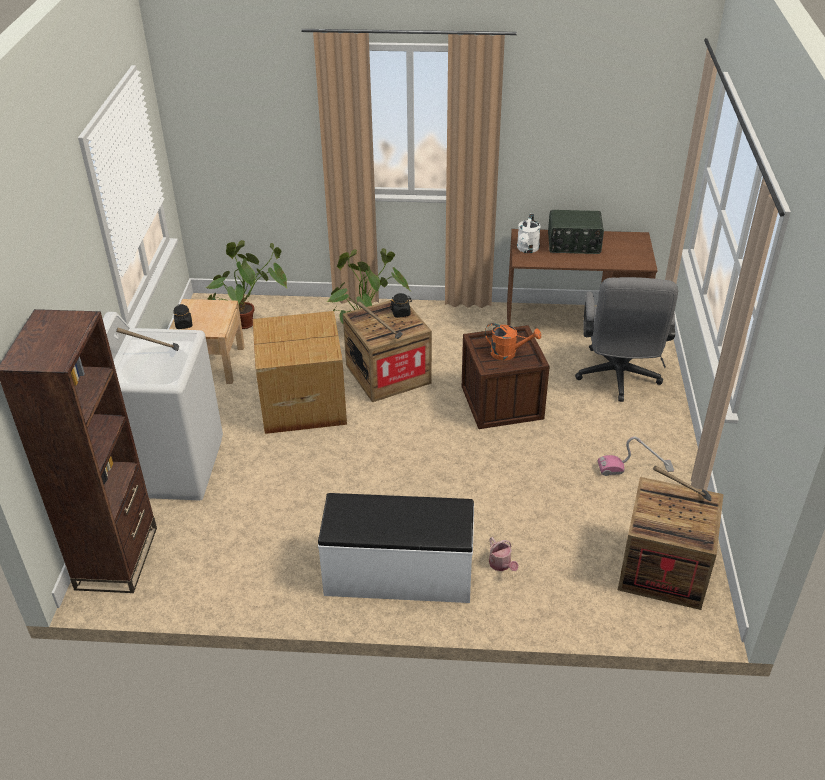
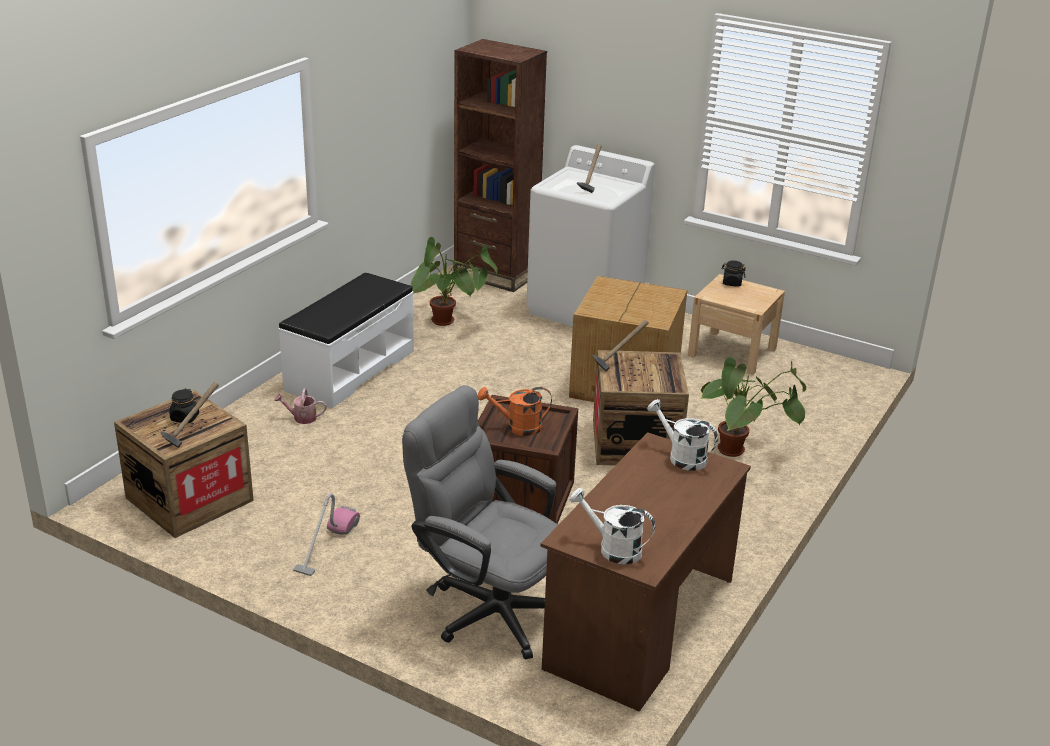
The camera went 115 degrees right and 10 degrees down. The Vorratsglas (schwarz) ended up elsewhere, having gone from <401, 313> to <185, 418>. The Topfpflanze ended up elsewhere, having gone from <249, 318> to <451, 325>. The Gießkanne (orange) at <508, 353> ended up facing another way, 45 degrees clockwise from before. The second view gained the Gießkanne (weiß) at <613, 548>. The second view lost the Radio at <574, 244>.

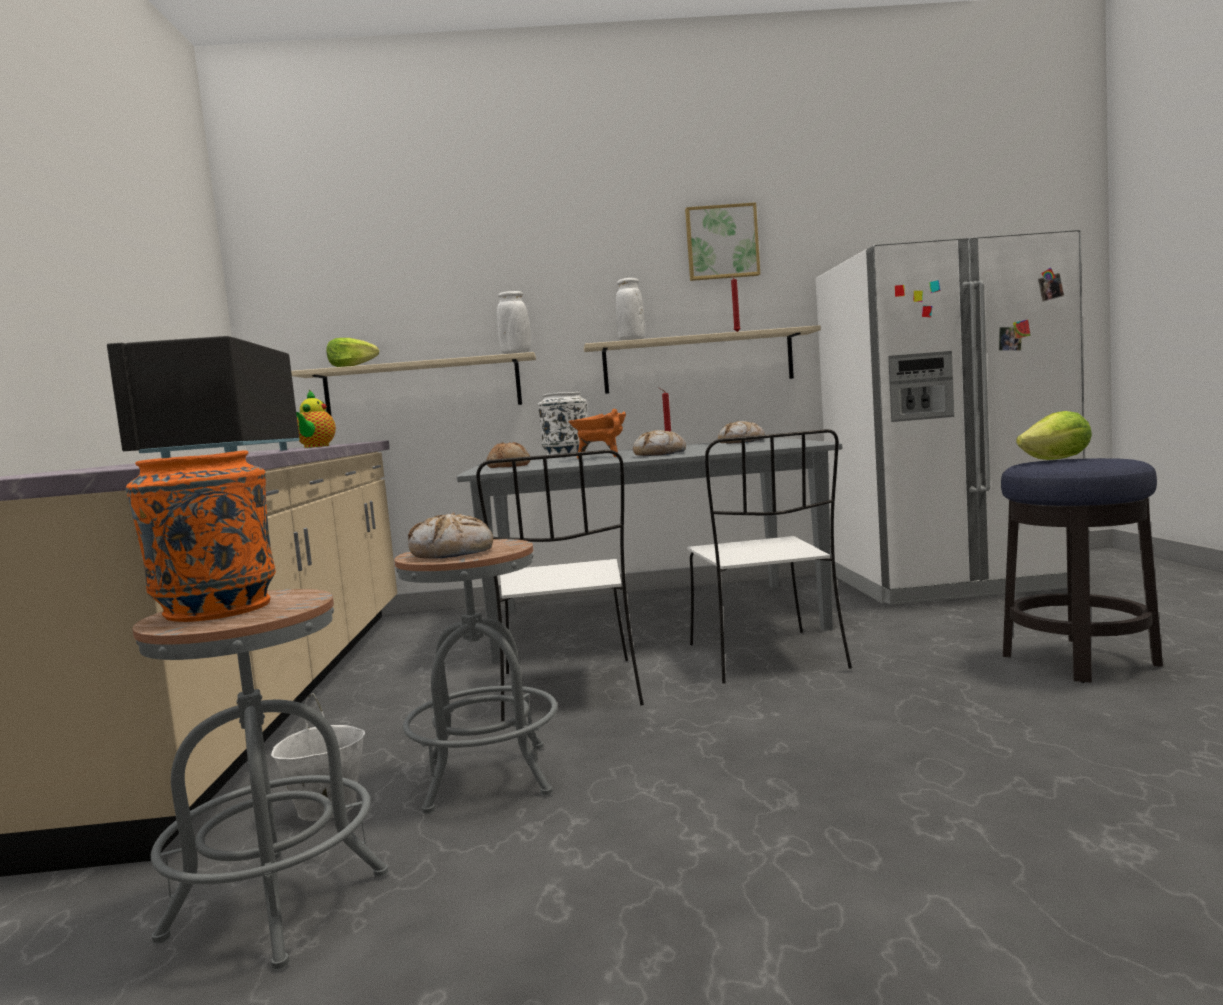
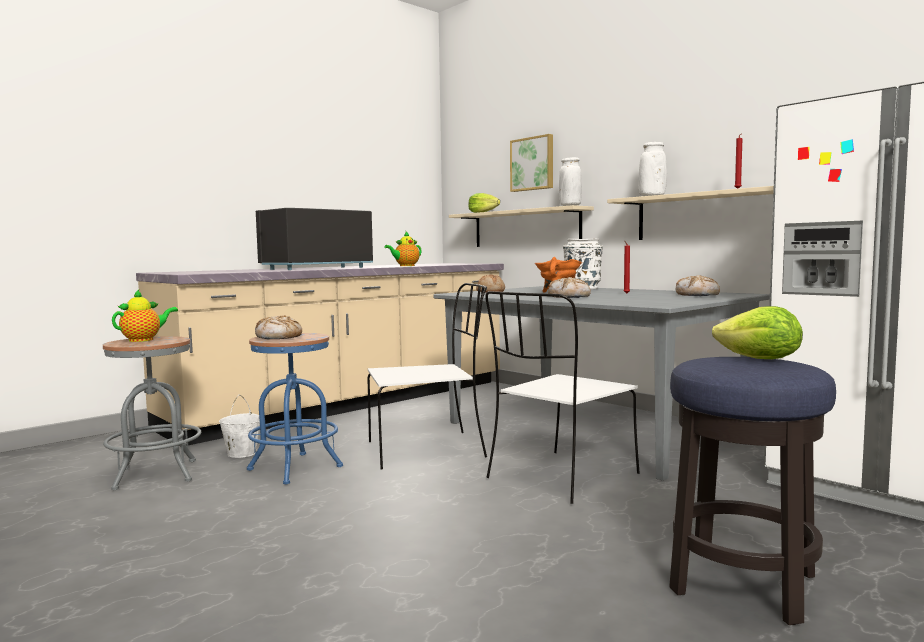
The camera went 50 degrees right and 0 degrees up. Where the Vase (orange) stood at <215, 610>, the Teekanne came to stand at <144, 340>. What was the Hocker (grau) at <487, 778> turned into the Hocker (blau) at <295, 468>. The Stuhl (weiß) at <570, 691> ended up facing another way, 150 degrees counterclockwise from before. The Bild ended up elsewhere, having gone from <722, 242> to <533, 164>.

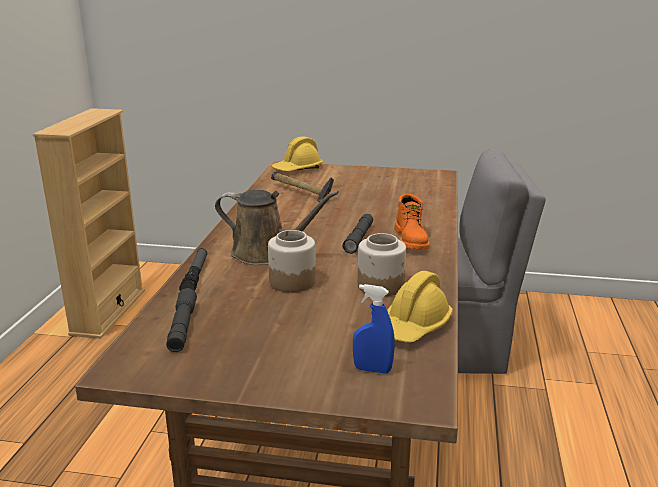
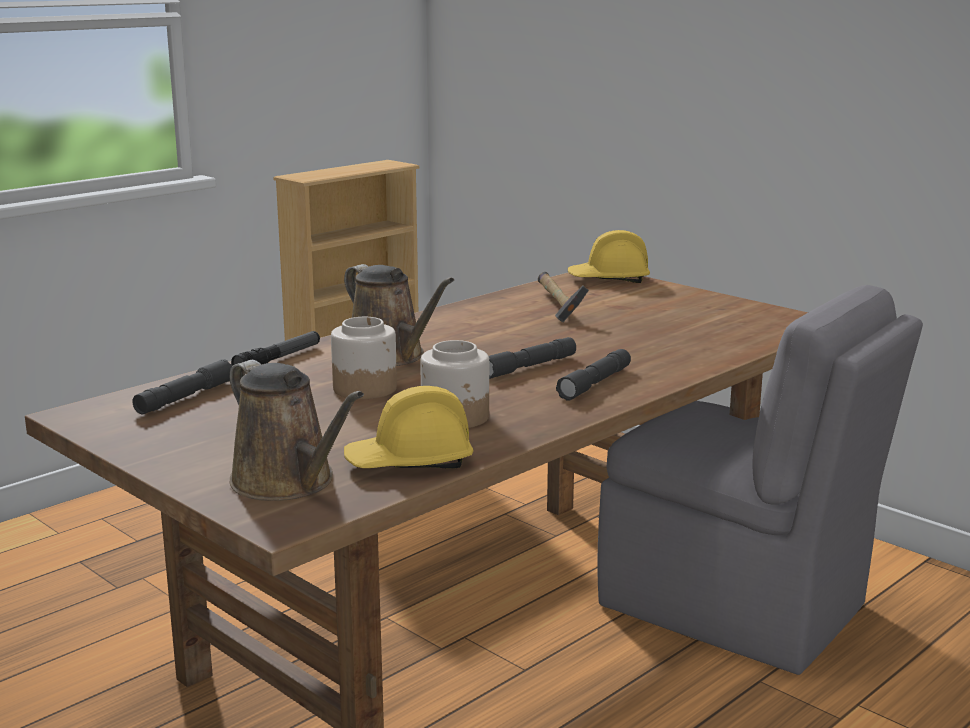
The camera went 35 degrees right and 5 degrees down. Where the Sprühflasche (blau) stood at <372, 369>, the Gießkanne (braun) came to stand at <288, 483>. Where the Stiefel (orange) stood at <411, 240>, the Taschenlampe (grau) came to stand at <595, 383>.

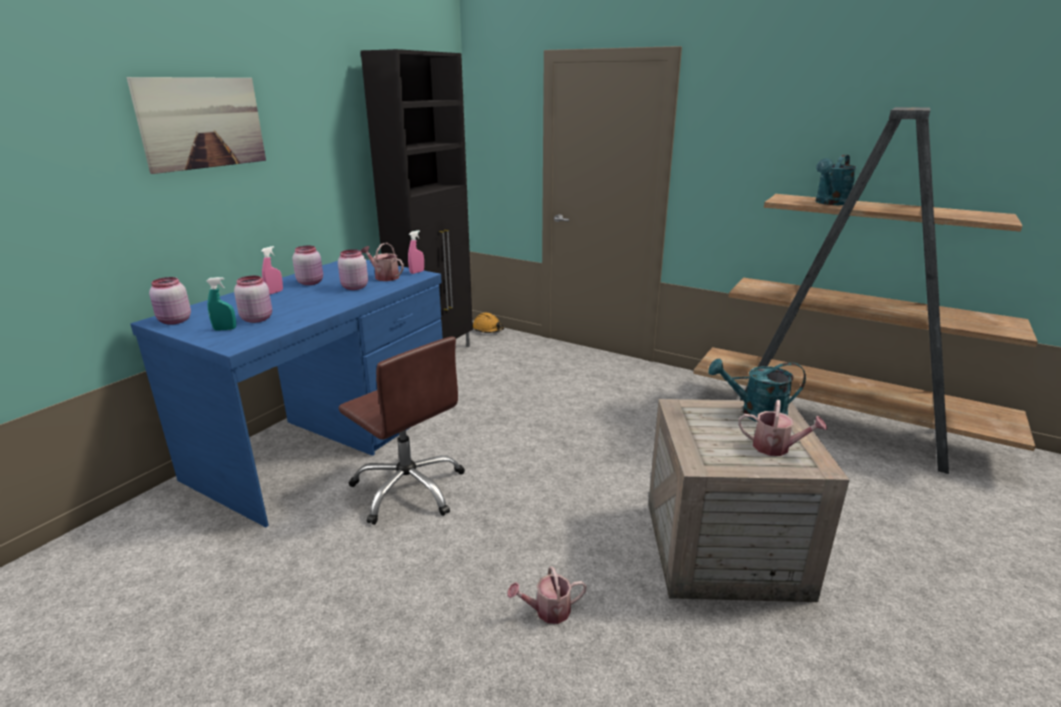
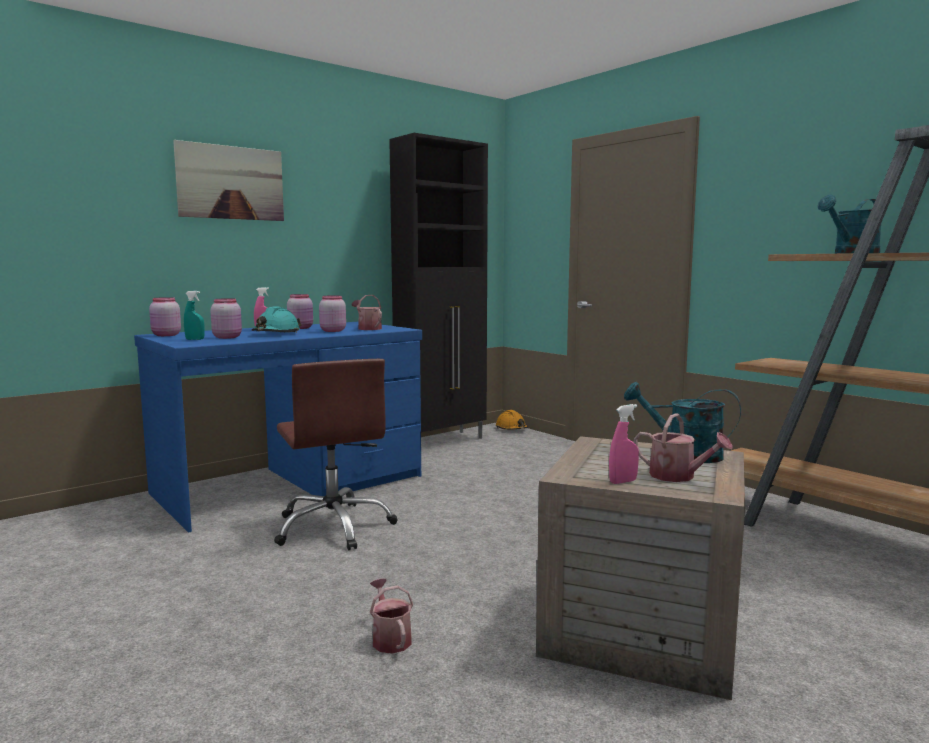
The camera went 20 degrees right and 15 degrees down. The second view gained the Schutzhelm (türkis) at <276, 334>. The Gießkanne at <547, 611> ended up facing another way, 60 degrees clockwise from before. The Sprühflasche (rosa) ended up elsewhere, having gone from <417, 272> to <623, 481>.

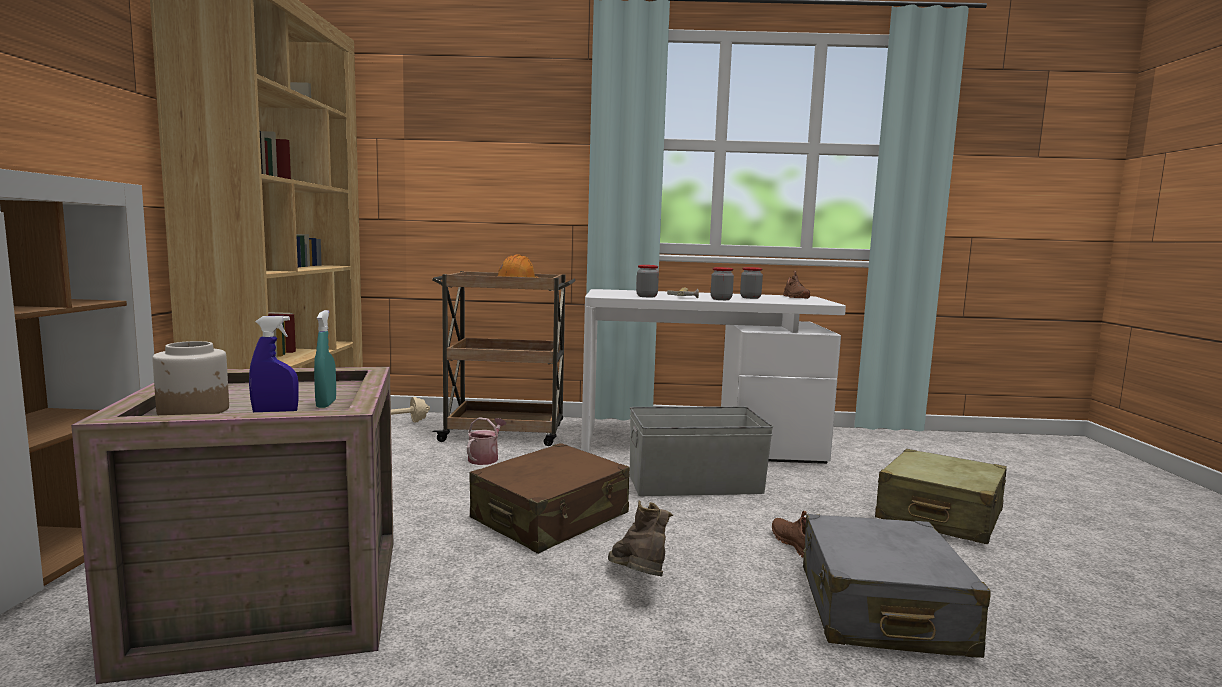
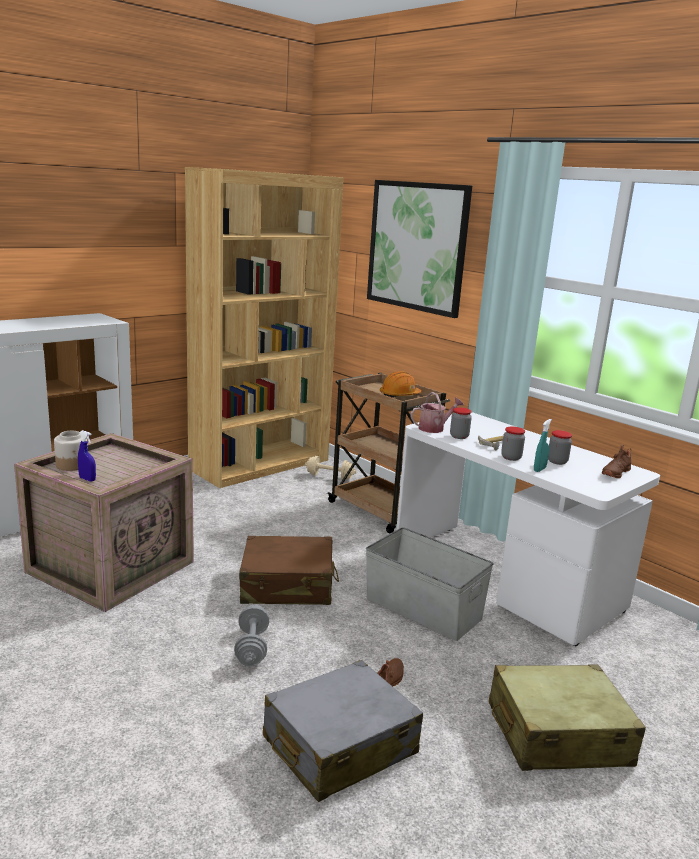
The camera went 45 degrees right and 10 degrees up. Where the Stiefel (braun) stood at <638, 583>, the Hantel (grau) came to stand at <252, 647>. The second view gained the Bild at <417, 246>. The Gießkanne ended up elsewhere, having gone from <485, 458> to <434, 428>. The Sprühflasche (türkis) ended up elsewhere, having gone from <326, 404> to <539, 469>.

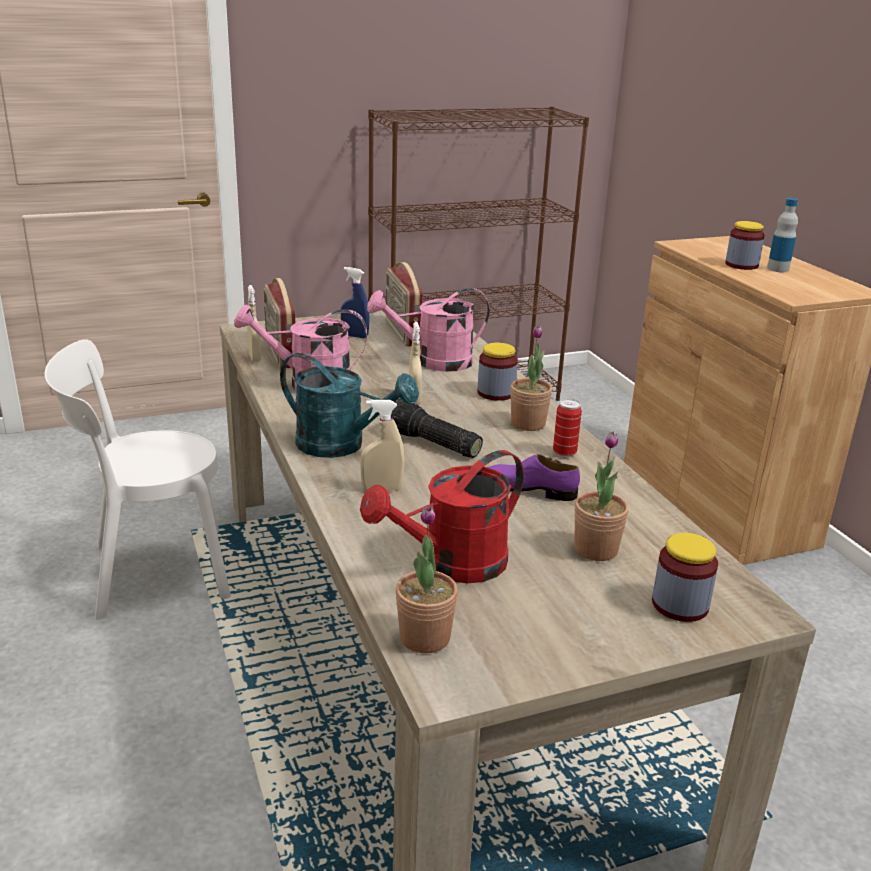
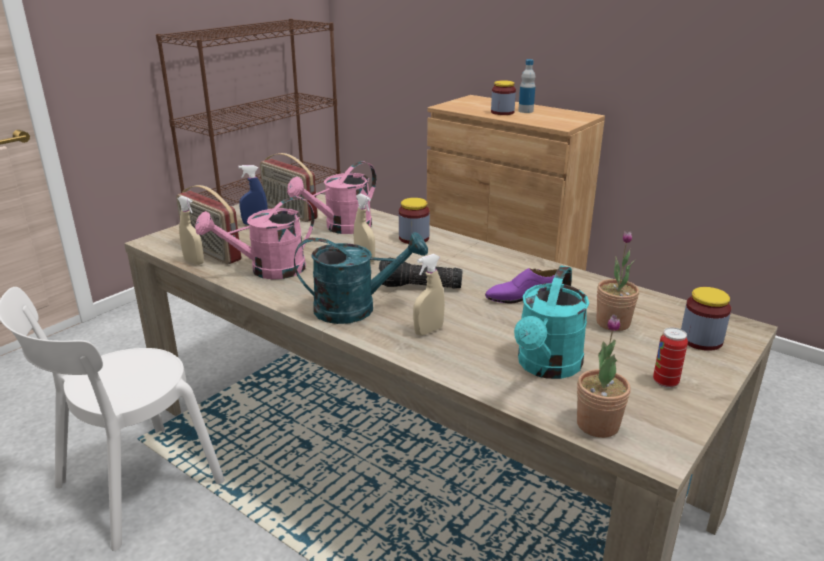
The camera went 30 degrees left and 0 degrees up. What was the Gießkanne (rot) at <452, 565> turned into the Gießkanne (türkis) at <546, 367>. The Dose ended up elsewhere, having gone from <564, 453> to <665, 382>. The second view lost the Topfpflanze at <528, 424>.

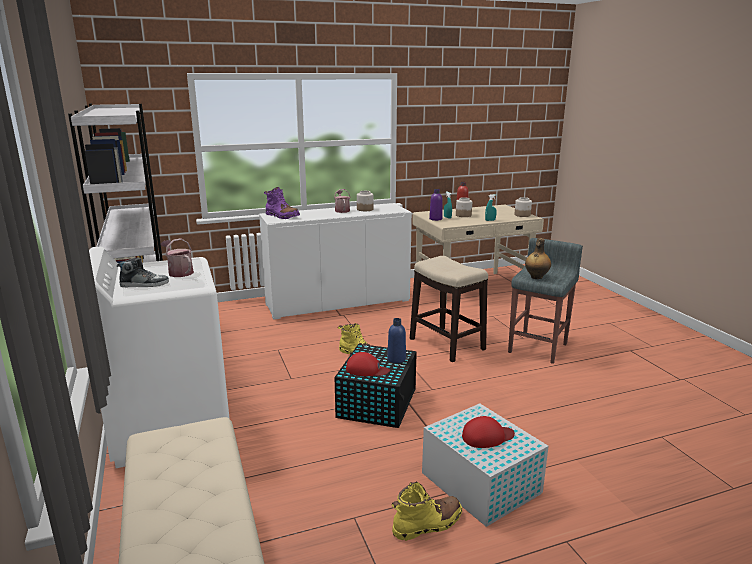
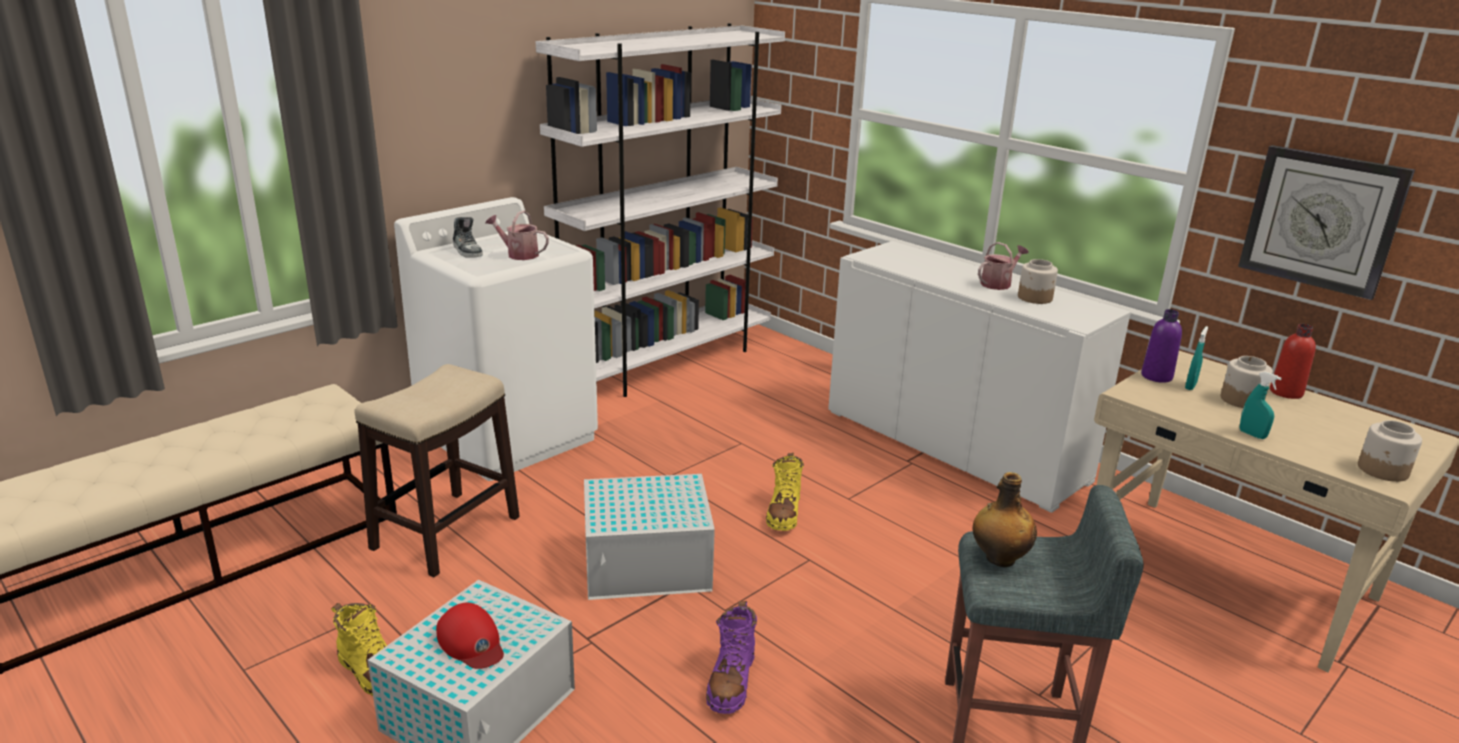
The camera went 65 degrees right and 5 degrees up. The Hocker ended up elsewhere, having gone from <446, 344> to <447, 532>. The Gießkanne at <179, 272> ended up facing another way, 90 degrees counterclockwise from before. What was the Aufbewahrungsbox (schwarz) at <377, 402> turned into the Aufbewahrungsbox (weiß) at <649, 565>. The Stiefel (lila) ended up elsewhere, having gone from <282, 216> to <731, 681>. The second view gained the Wanduhr at <1322, 220>. The second view lost the Kappe (rot) at <367, 370>. The second view lost the Flasche (blau) at <396, 359>.

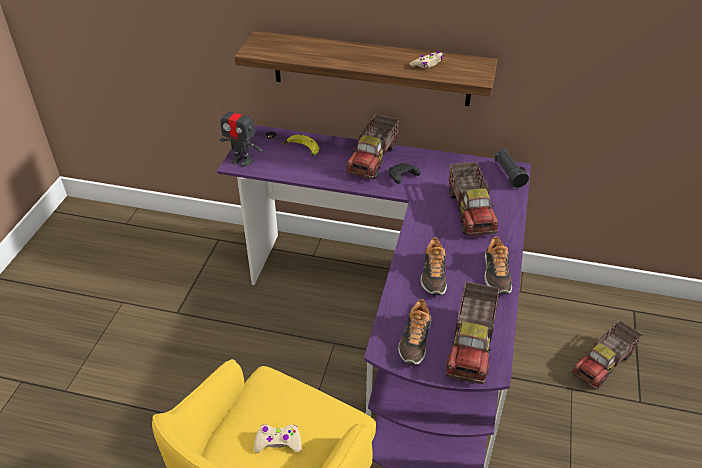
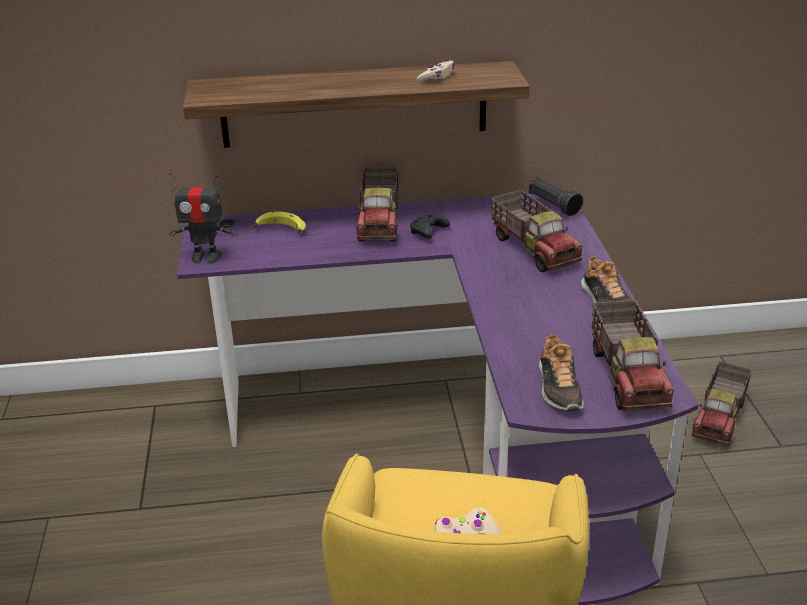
The camera went 20 degrees left and 10 degrees down. The second view lost the Schuh at <433, 275>.

